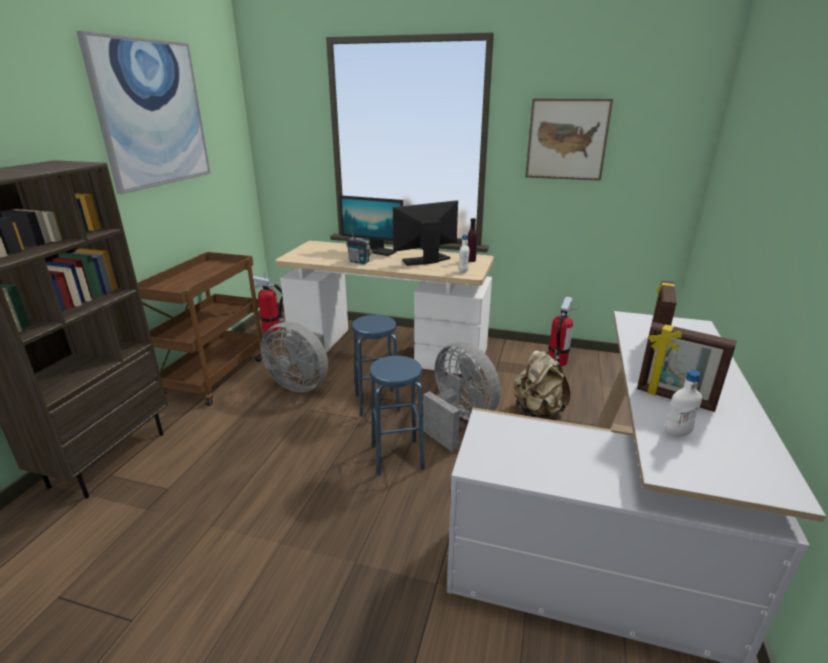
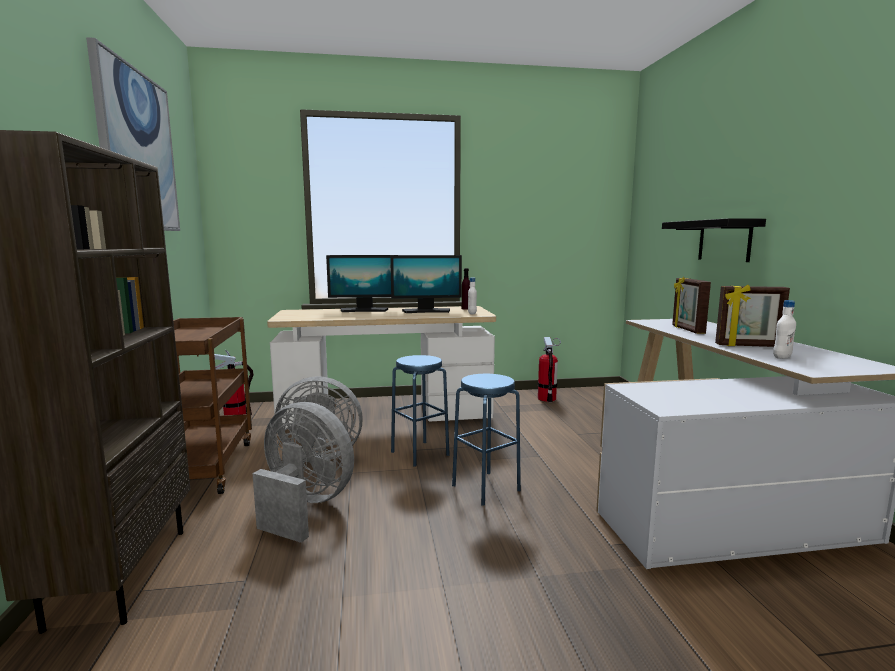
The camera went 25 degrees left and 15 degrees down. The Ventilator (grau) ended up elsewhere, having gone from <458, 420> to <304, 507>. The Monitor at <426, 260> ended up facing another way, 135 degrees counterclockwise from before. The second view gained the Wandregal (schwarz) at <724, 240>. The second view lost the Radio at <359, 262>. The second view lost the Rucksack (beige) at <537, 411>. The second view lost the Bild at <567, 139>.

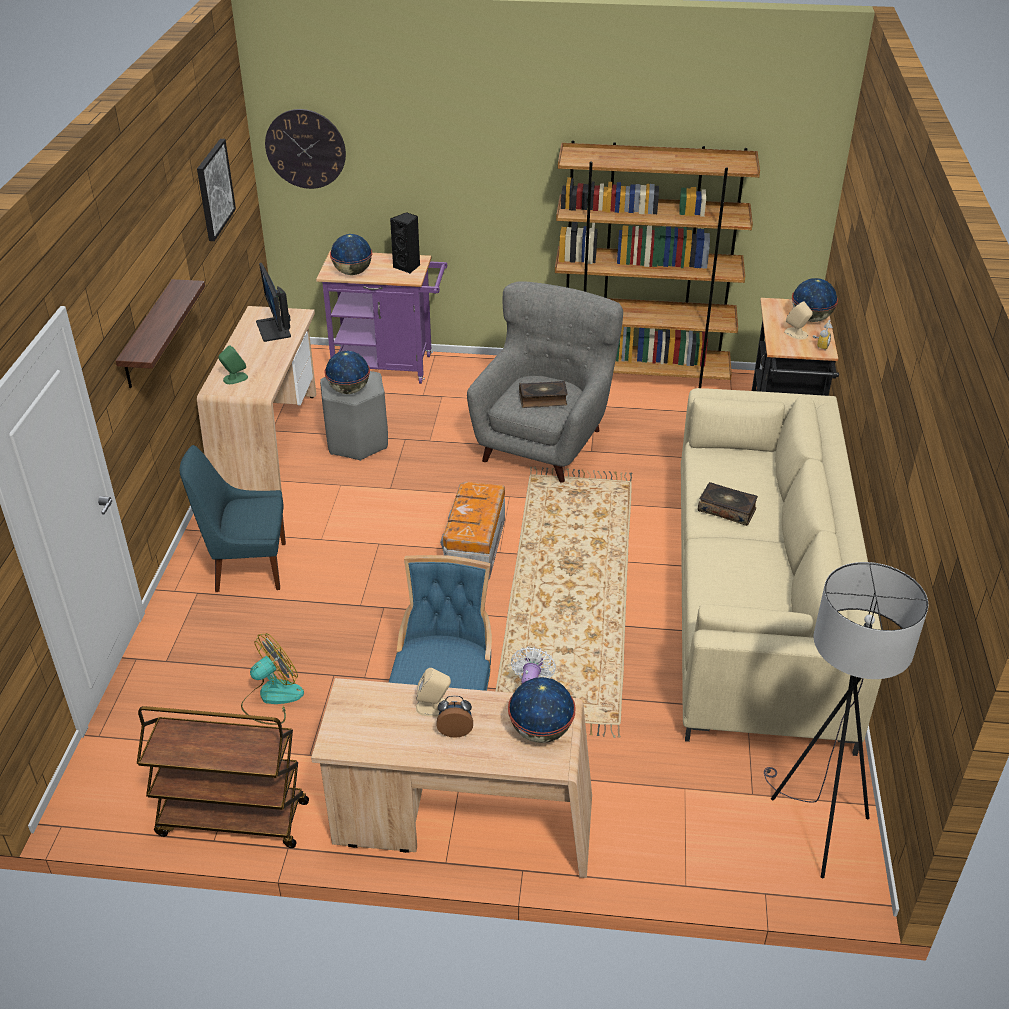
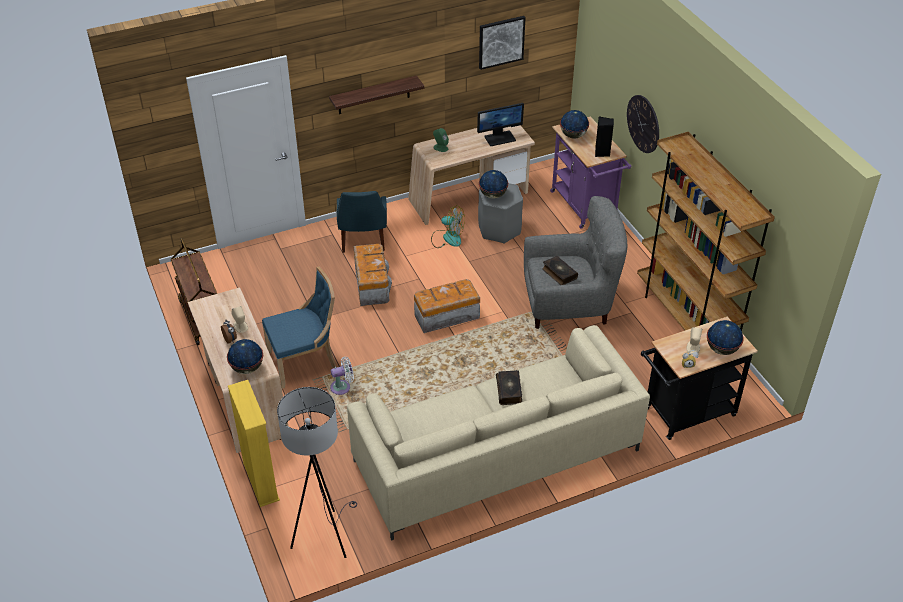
The camera went 60 degrees right and 5 degrees up. The second view gained the Bücherregal (gelb) at <261, 481>. The Stuhl (blau) at <247, 567> ended up facing another way, 150 degrees counterclockwise from before. The second view gained the Aufbewahrungsbox at <372, 284>. The Ventilator ended up elsewhere, having gone from <272, 698> to <447, 238>. The Monitor at <274, 329> ended up facing another way, 150 degrees counterclockwise from before. The Wanduhr ended up elsewhere, having gone from <305, 149> to <643, 124>.

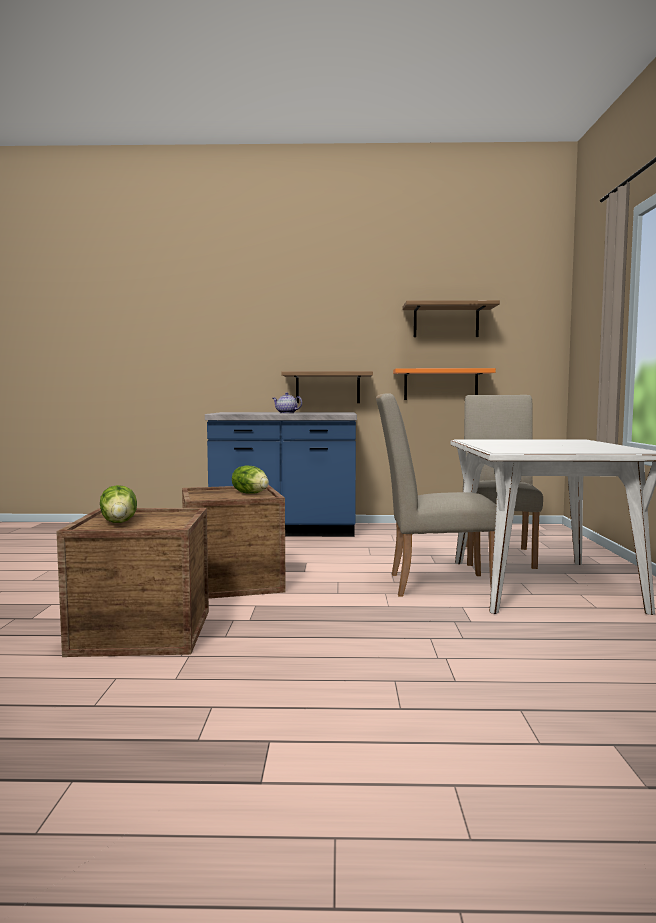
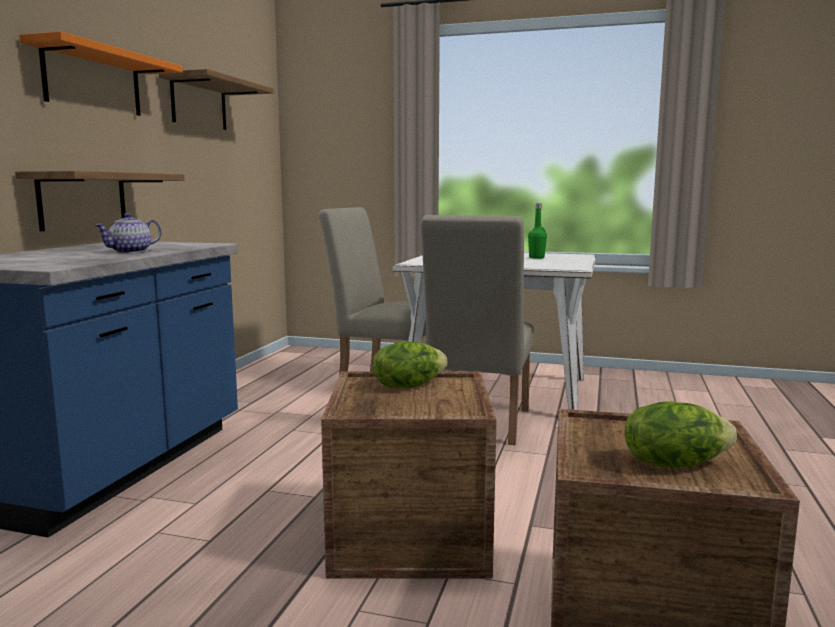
The camera went 75 degrees left and 5 degrees up. The Wandregal (orange) ended up elsewhere, having gone from <440, 384> to <93, 81>. The second view gained the Flasche (grün) at <536, 257>.

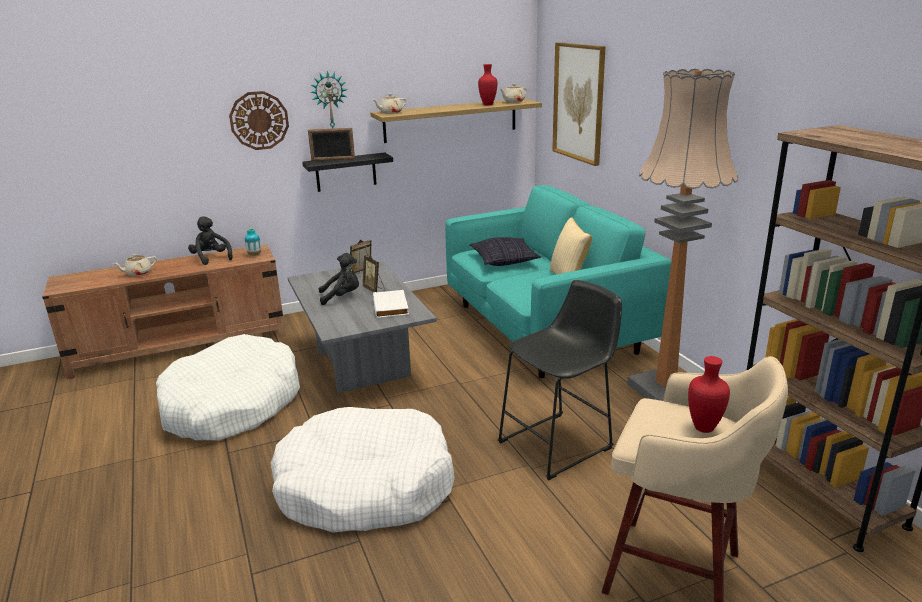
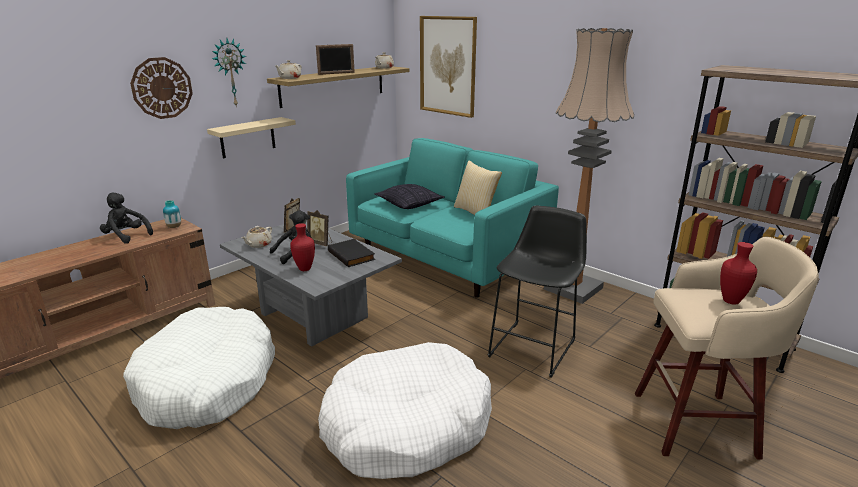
The camera went 25 degrees left and 0 degrees up. What was the Wandregal (schwarz) at <346, 172> turned into the Wandregal (beige) at <247, 137>. The Teekanne (beige) ended up elsewhere, having gone from <138, 273> to <258, 244>. The Vase (rot) ended up elsewhere, having gone from <487, 105> to <304, 269>. The Bilderrahmen ended up elsewhere, having gone from <333, 160> to <336, 73>. What was the Buch (weiß) at <391, 307> turned into the Buch (schwarz) at <352, 255>.

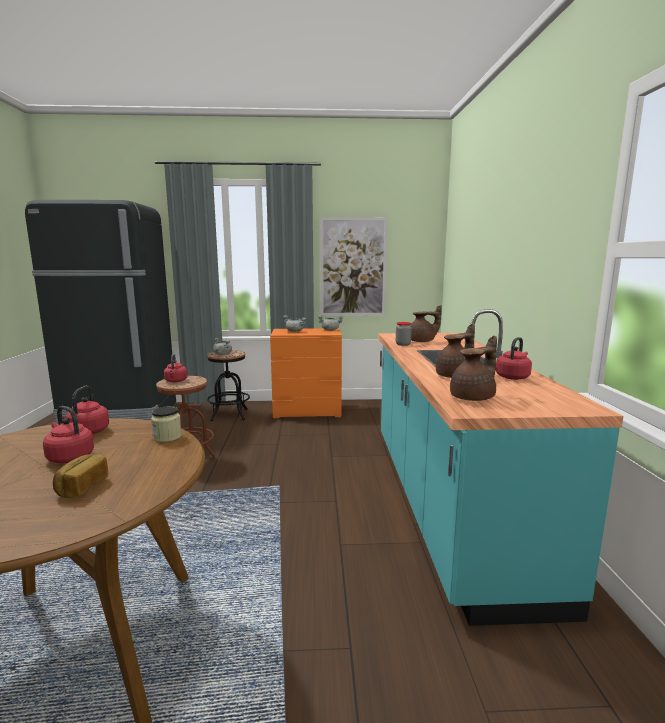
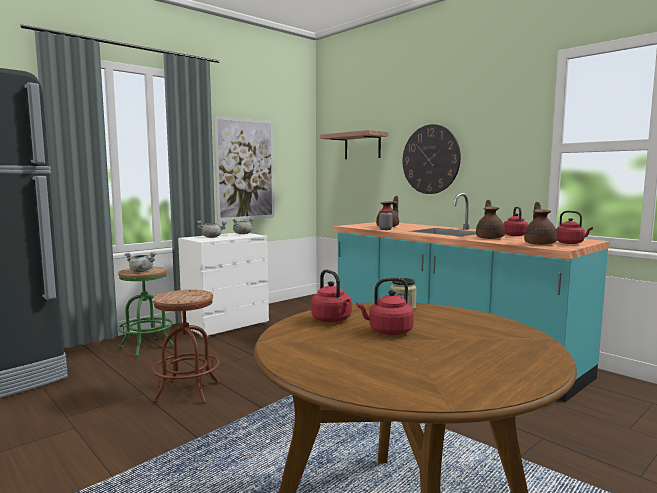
The camera went 40 degrees left and 5 degrees down. What was the Hocker (schwarz) at <229, 415> turned into the Hocker (grün) at <147, 347>. What was the Kommode (orange) at <307, 411> turned into the Kommode (weiß) at <226, 325>. The second view gained the Wandregal at <362, 146>. The second view gained the Wanduhr at <430, 159>. The Wasserkessel (rot) ended up elsewhere, having gone from <175, 381> to <571, 243>. The second view lost the Brot at <81, 487>.

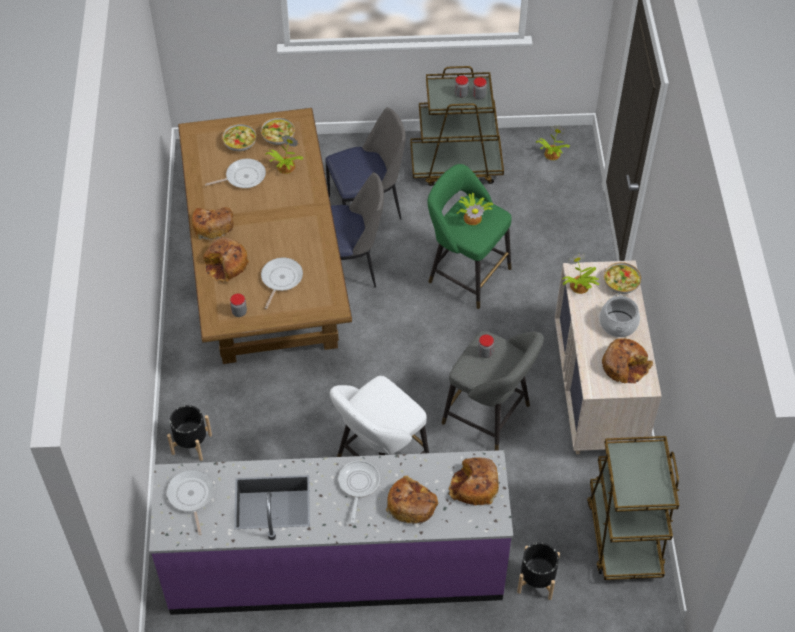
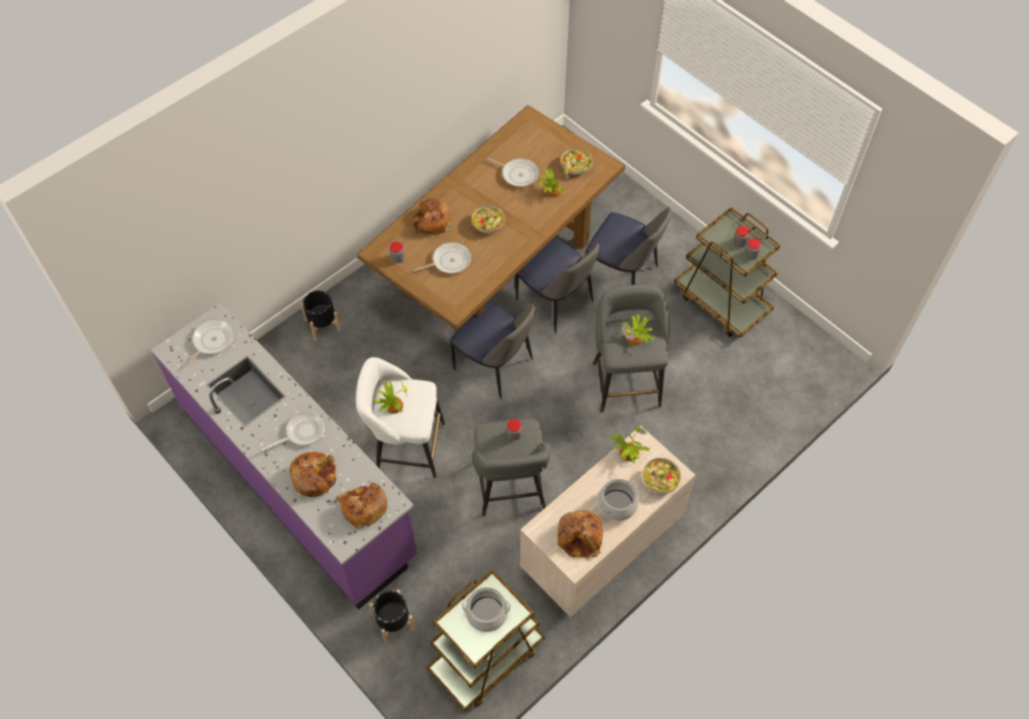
The camera went 50 degrees right and 5 degrees up. The Topfpflanze ended up elsewhere, having gone from <551, 154> to <392, 405>. The second view gained the Stuhl at <495, 366>. The second view gained the Kochtopf at <486, 614>. The Schüssel ended up elsewhere, having gone from <240, 143> to <488, 224>. What was the Hocker (grün) at <465, 273> turned into the Hocker (grau) at <625, 380>. The second view lost the Brot at <212, 225>.

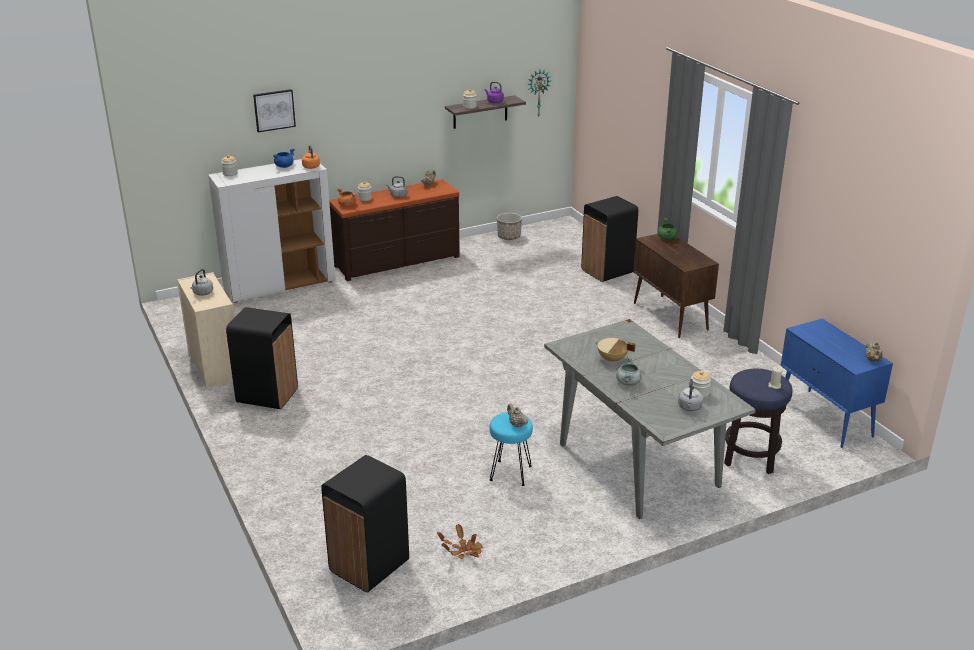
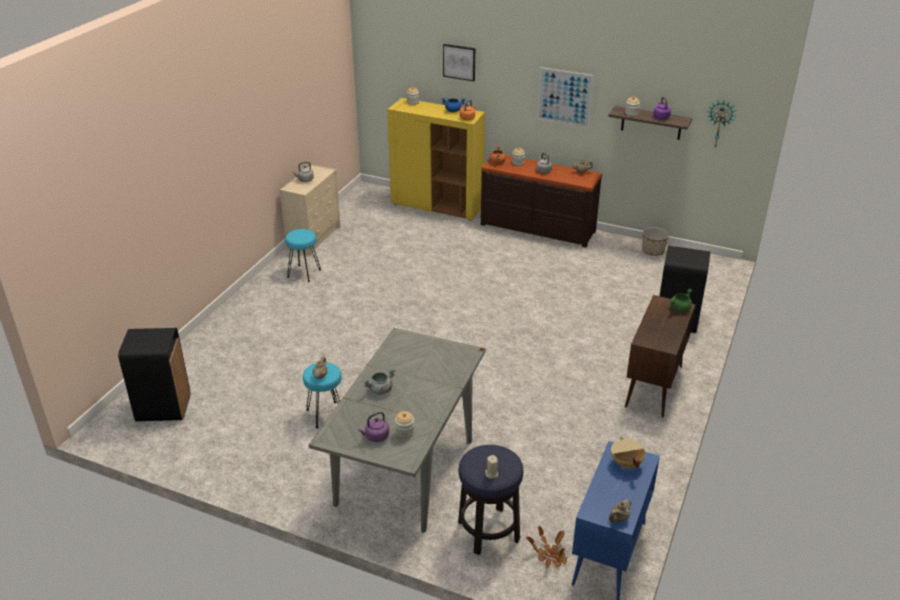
The camera went 50 degrees right and 5 degrees up. Where the Mülleimer (schwarz) stood at <267, 395>, the Hocker (türkis) came to stand at <304, 273>. What was the Wasserkessel (grau) at <689, 407> turned into the Wasserkessel (lila) at <376, 437>. What was the Schrank (weiß) at <280, 285> turned into the Schrank (gelb) at <438, 206>. The Topfpflanze ended up elsewhere, having gone from <463, 551> to <550, 555>. The second view gained the Bild at <565, 97>. The Kochtopf (beige) ended up elsewhere, having gone from <612, 360> to <625, 463>.

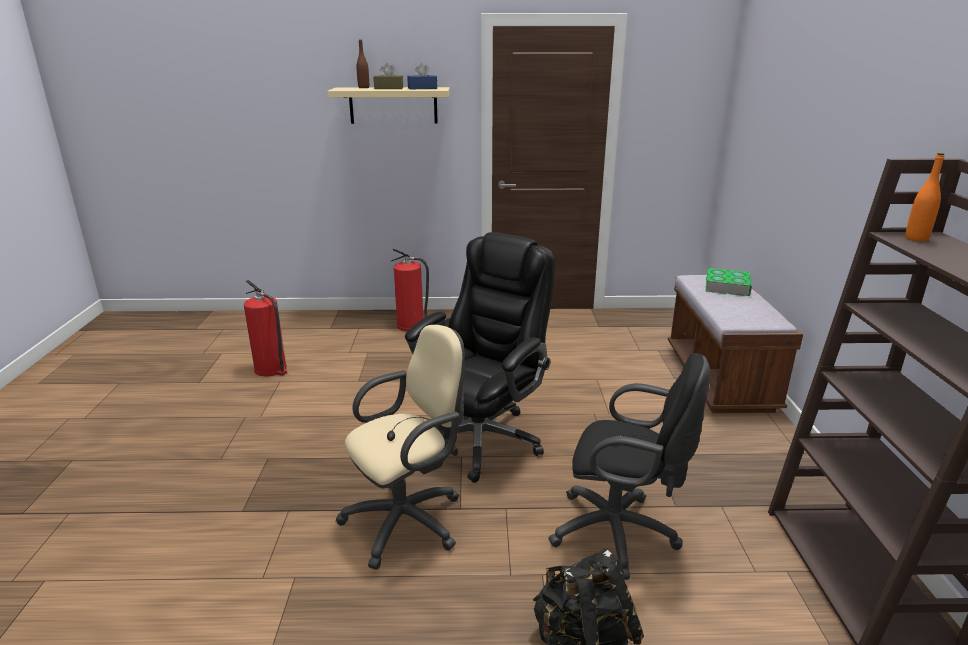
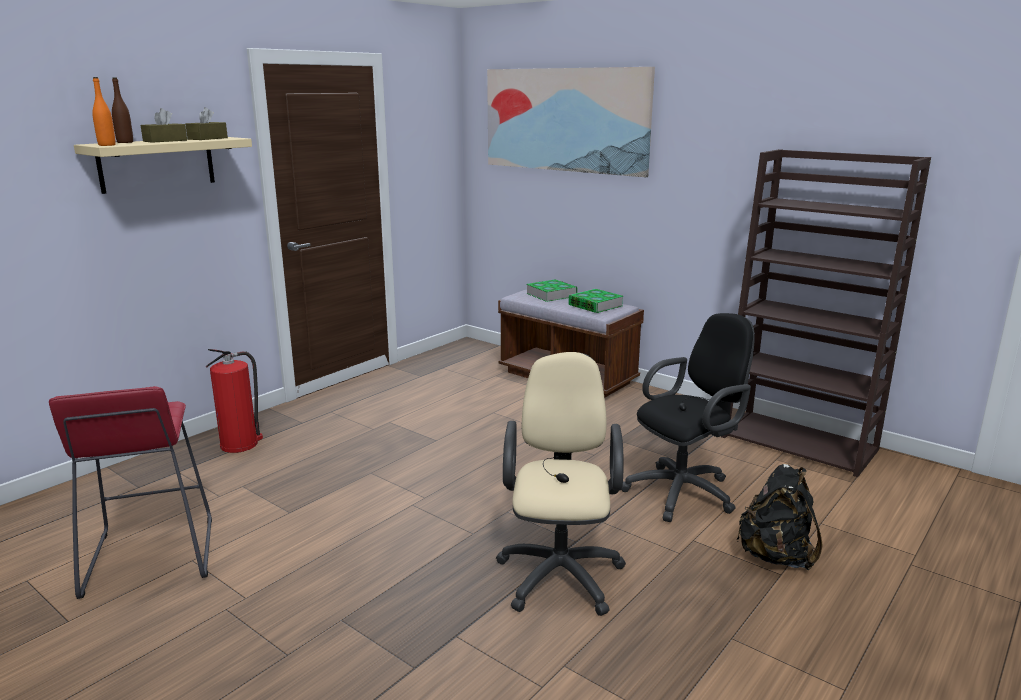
The camera went 50 degrees left and 5 degrees down. Where the Feuerlöscher stood at <271, 369>, the Hocker (rot) came to stand at <151, 556>. The Flasche (orange) ended up elsewhere, having gone from <916, 238> to <107, 145>. What was the Taschentuchbox (blau) at <422, 88> turned into the Taschentuchbox (braun) at <207, 138>. The second view gained the Bild at <564, 120>. The second view gained the Buch at <595, 305>. The second view lost the Bürostuhl (schwarz) at <481, 438>.

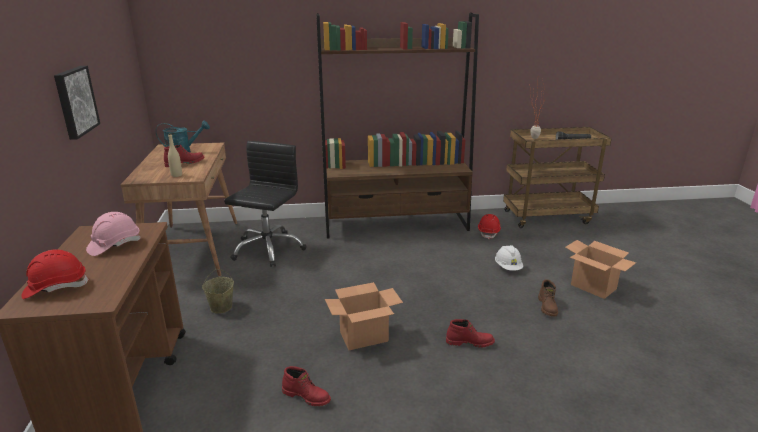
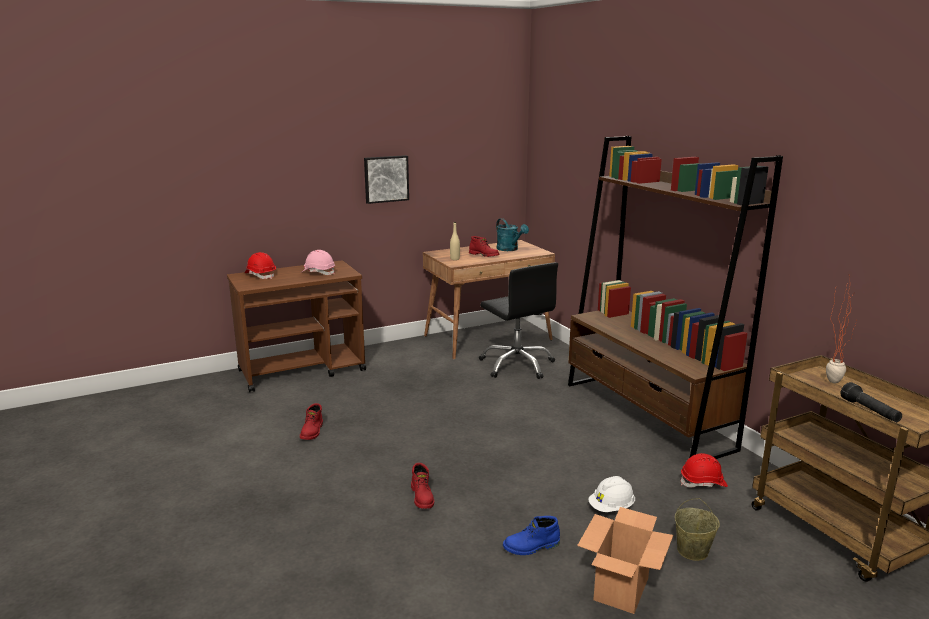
The camera went 70 degrees right and 5 degrees down. The Bürostuhl (schwarz) at <268, 249> ended up facing another way, 60 degrees clockwise from before. What was the Stiefel (braun) at <548, 307> turned into the Stiefel (blau) at <531, 547>. The Eimer (beige) ended up elsewhere, having gone from <221, 307> to <692, 551>. The second view lost the Karton at <364, 336>.

